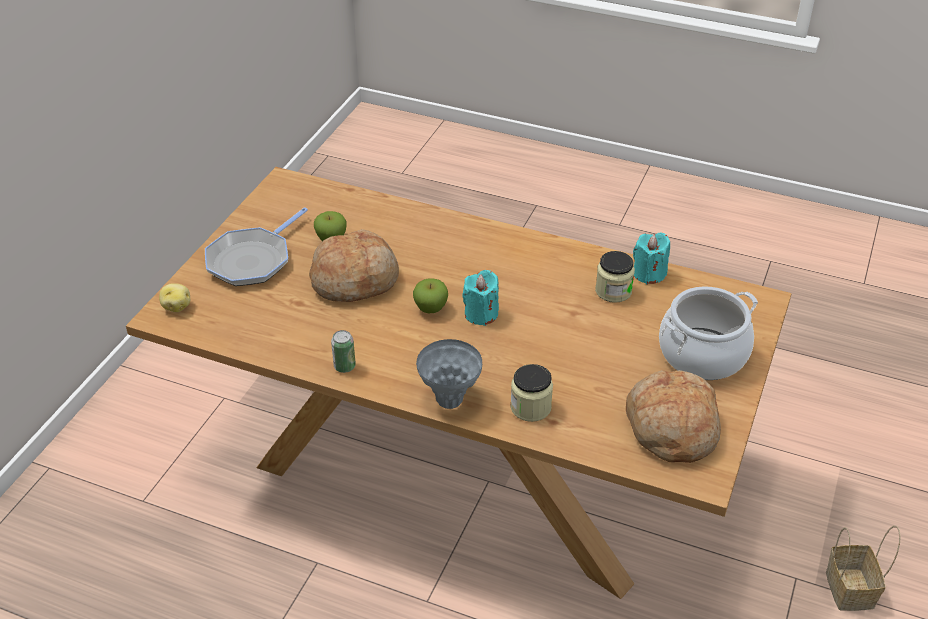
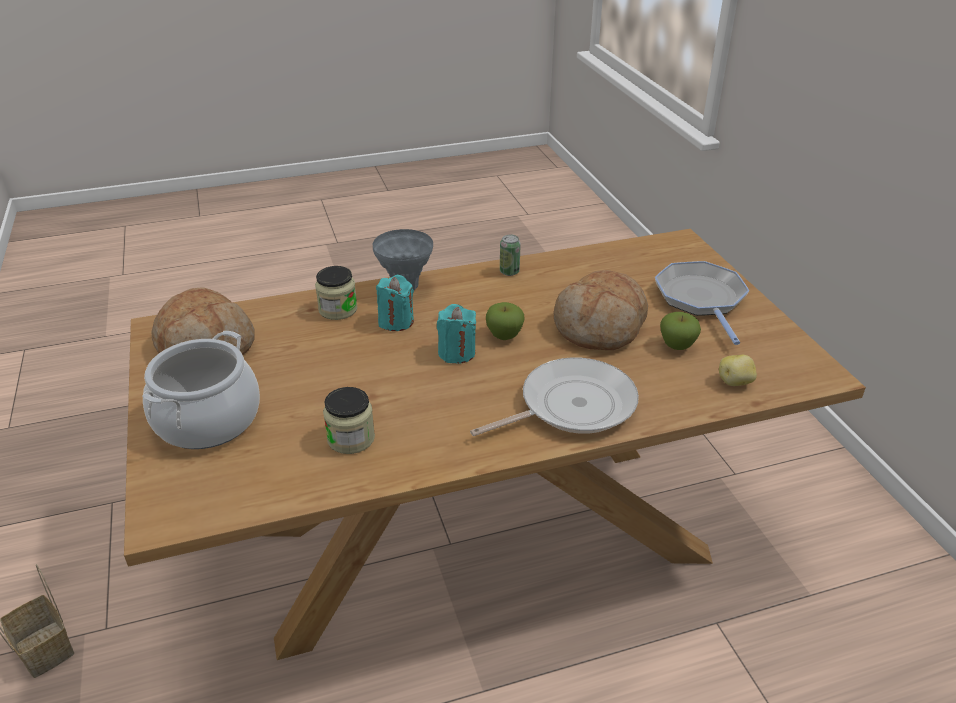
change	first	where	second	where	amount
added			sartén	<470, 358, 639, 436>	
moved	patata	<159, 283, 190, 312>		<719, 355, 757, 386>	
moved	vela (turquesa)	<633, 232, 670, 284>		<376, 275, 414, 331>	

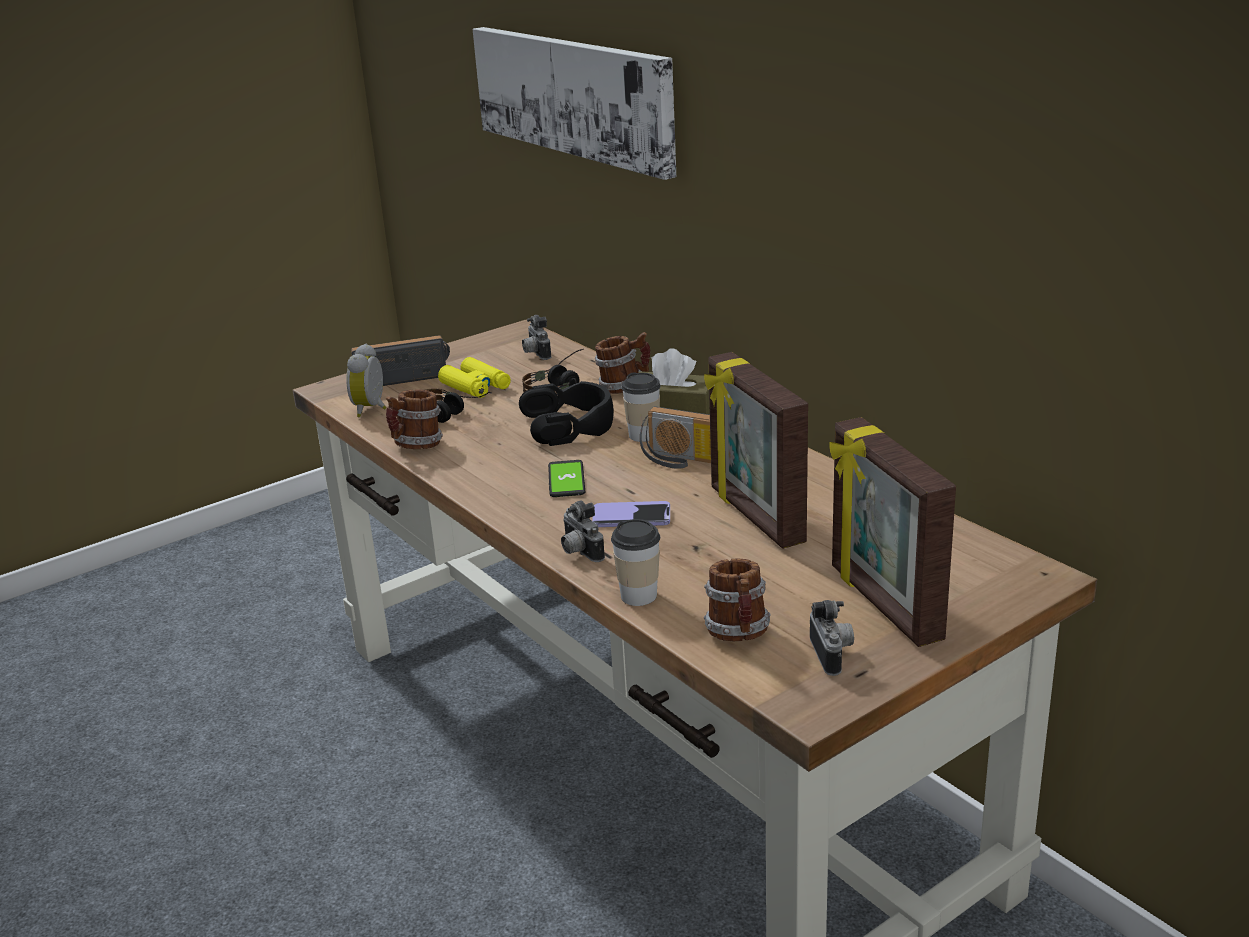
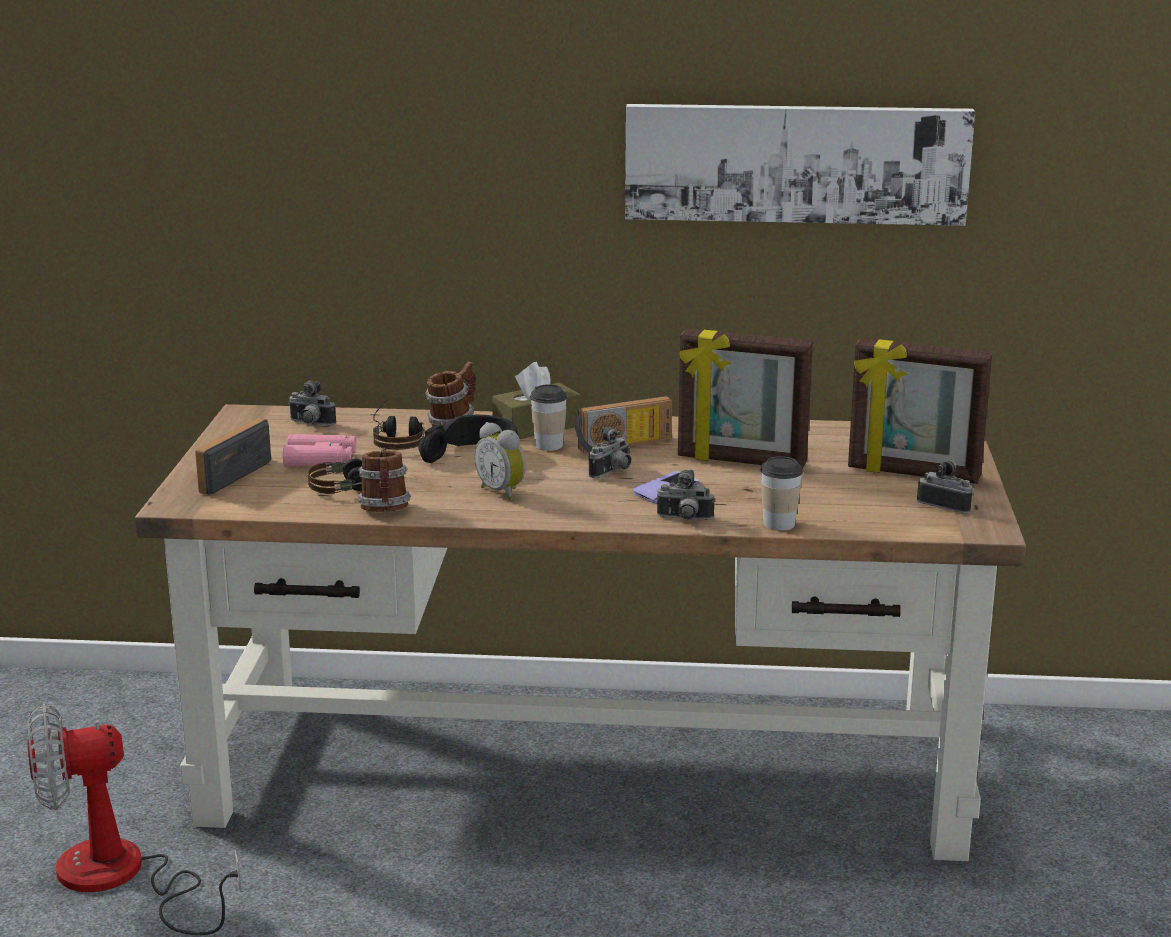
change	first	where	second	where	amount
removed	móvil	<548, 460, 585, 497>			
removed	taza grande	<704, 558, 771, 641>			
added			ventilador	<27, 703, 241, 935>	
added			cámara	<589, 426, 631, 478>	
moved	despertador	<346, 344, 387, 417>		<474, 422, 526, 501>	
moved	cuadro	<473, 27, 676, 180>		<625, 104, 975, 226>	
recoloured	prismáticos (amarillo)	<438, 357, 511, 398>	prismáticos (rosa)	<283, 434, 356, 466>	

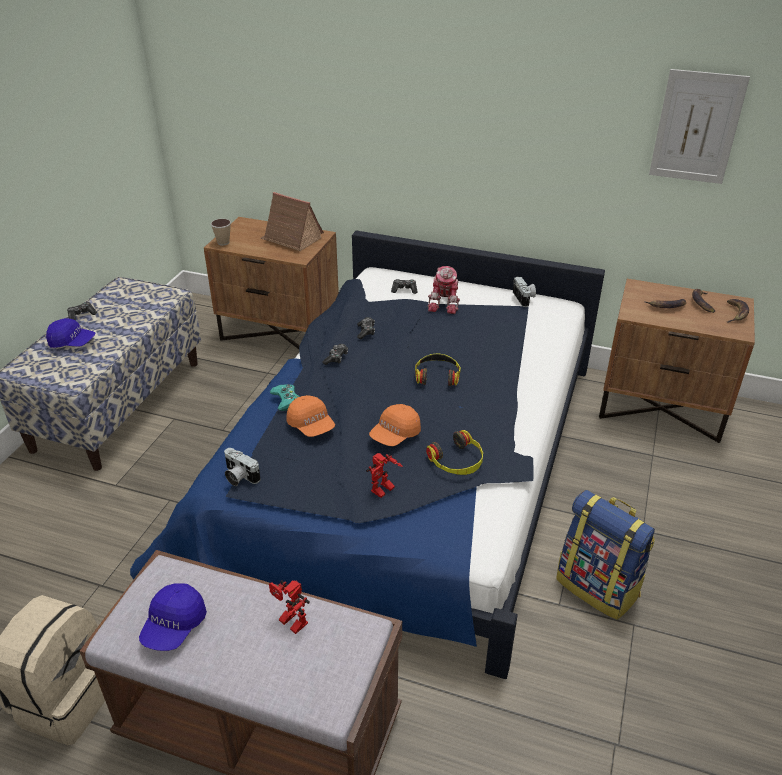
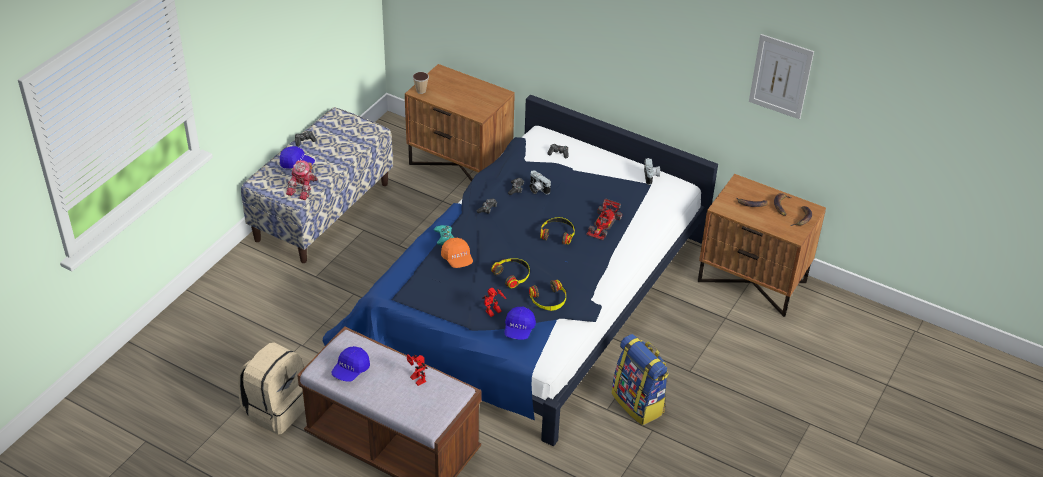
change	first	where	second	where	amount
removed	casita	<260, 192, 324, 251>			
added			gorra (azul)	<505, 307, 536, 340>	
added			coche de juguete	<586, 198, 622, 240>	
moved	cámara	<224, 448, 261, 486>		<530, 170, 551, 194>	
moved	robot de juguete	<427, 266, 460, 314>		<286, 160, 318, 200>	
replaced	gorra (naranja)	<369, 404, 421, 446>	auriculares	<491, 258, 530, 288>	

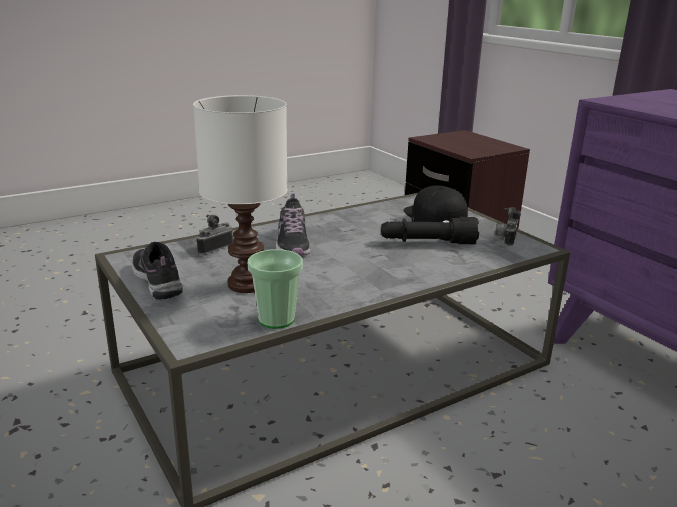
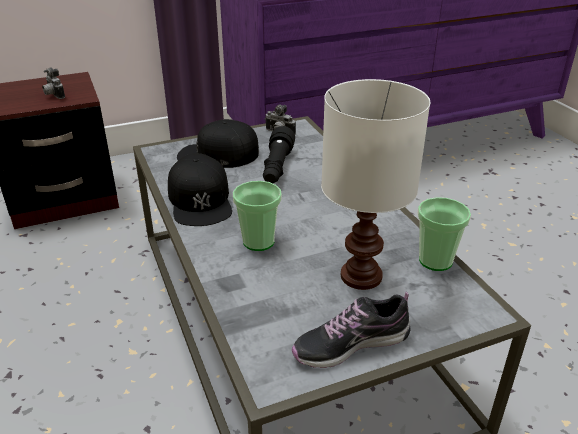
change	first	where	second	where	amount
added			gorra (negro)	<168, 153, 232, 226>	
moved	cámara	<196, 214, 233, 255>		<42, 67, 65, 99>	
replaced	zapato	<276, 194, 310, 256>	taza	<233, 181, 282, 251>	

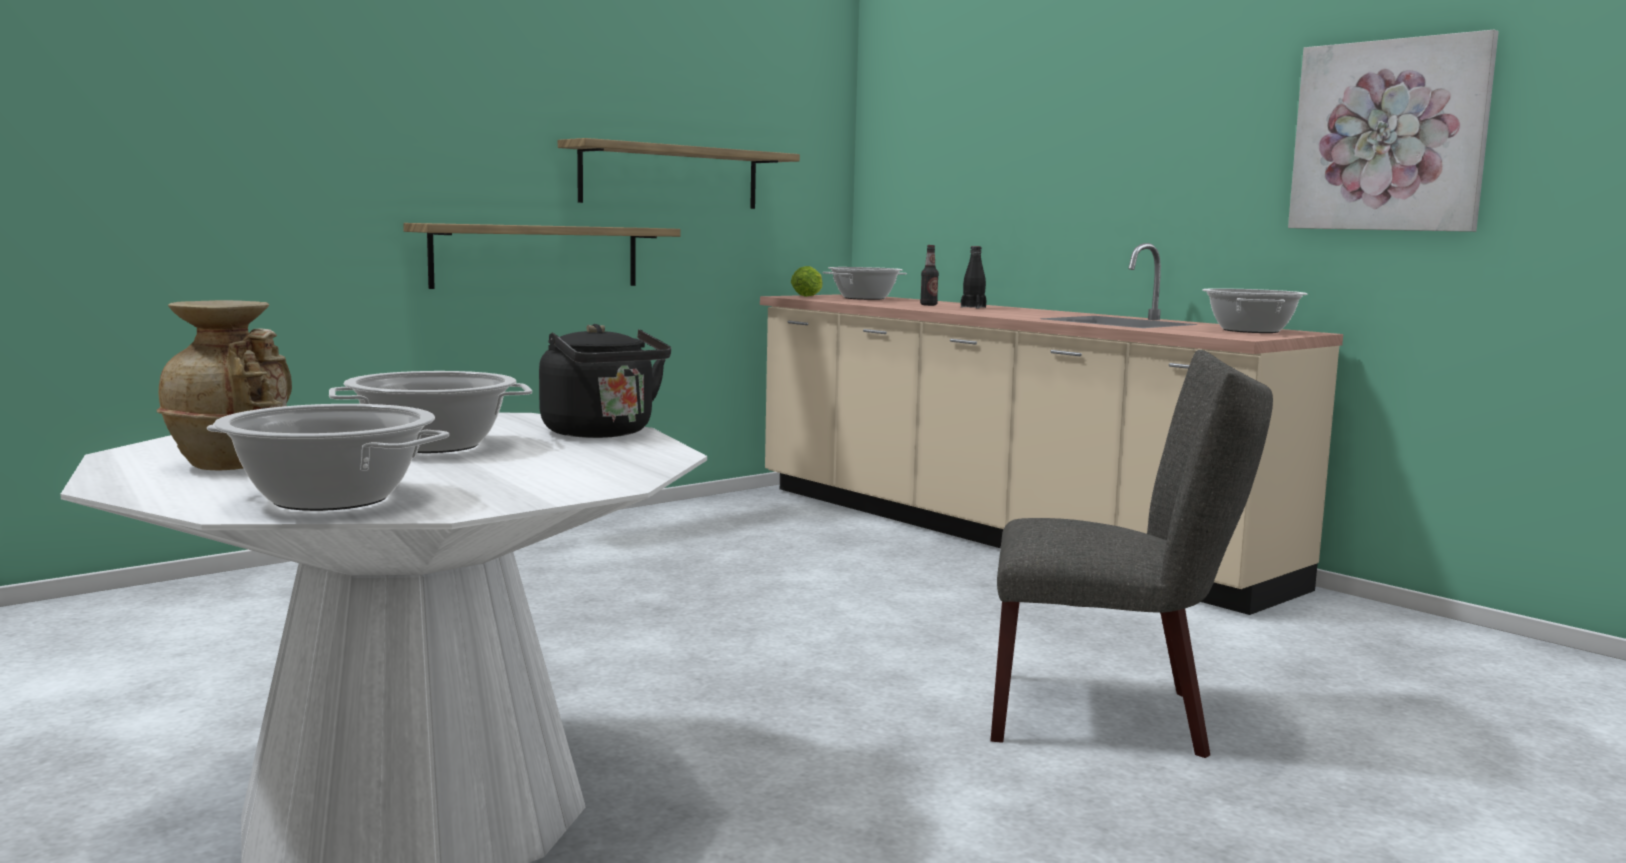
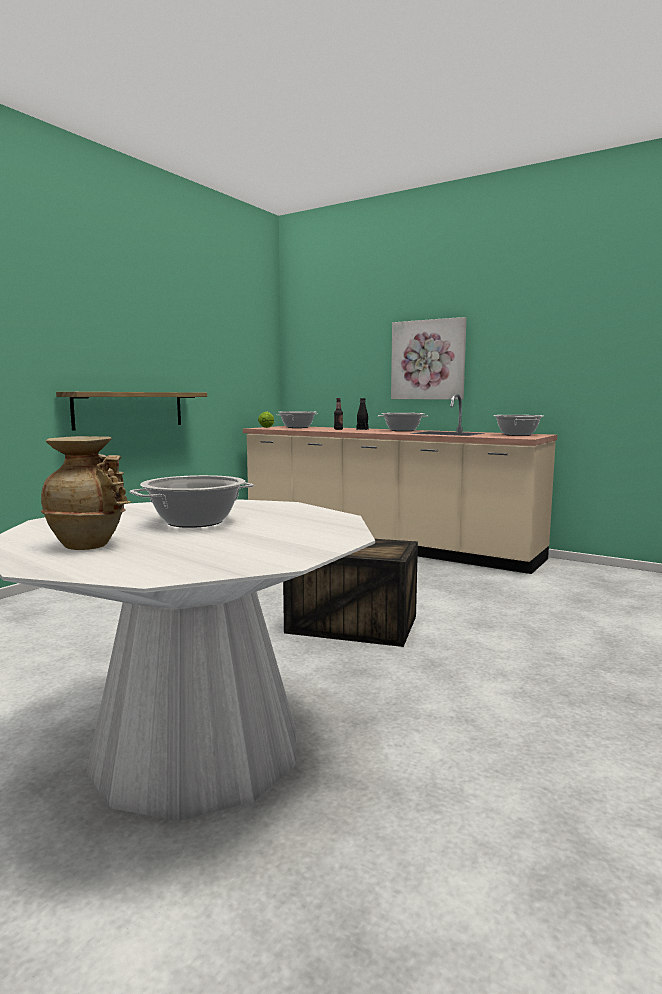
change	first	where	second	where	amount
removed	hervidor (negro)	<539, 324, 671, 438>			
removed	estante	<558, 138, 800, 209>			
removed	silla (gris)	<991, 350, 1273, 758>			
added			caja de embalaje	<283, 539, 418, 647>	
moved	olla	<207, 404, 449, 511>		<378, 413, 429, 431>	
moved	cuadro	<1288, 30, 1499, 232>		<391, 317, 467, 399>	

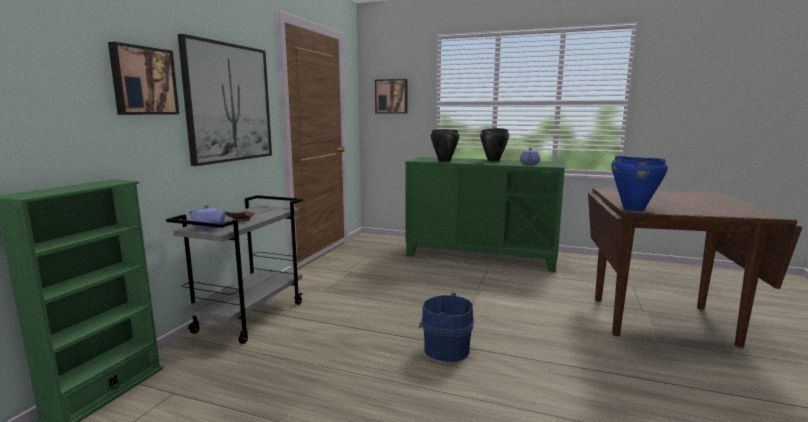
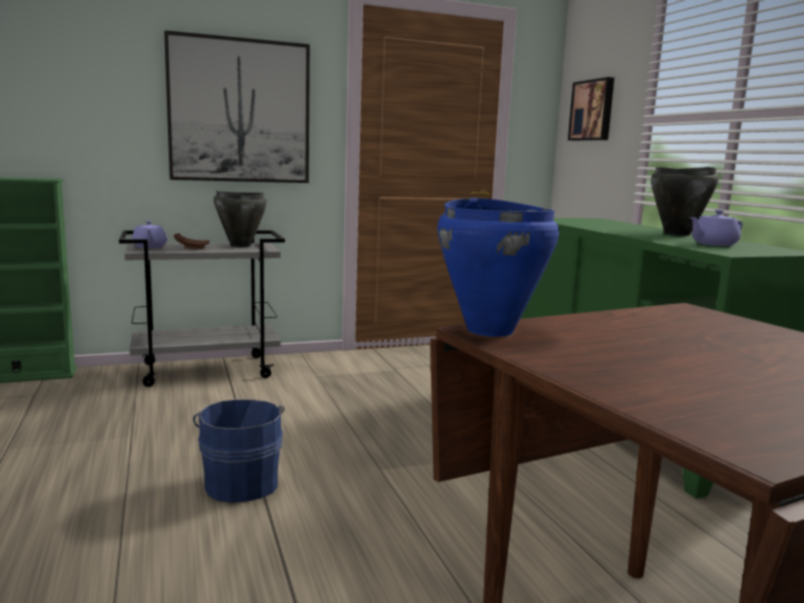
change	first	where	second	where	amount
removed	cuadro	<108, 42, 179, 115>			
moved	olla (negro)	<431, 129, 460, 162>		<214, 191, 267, 247>	

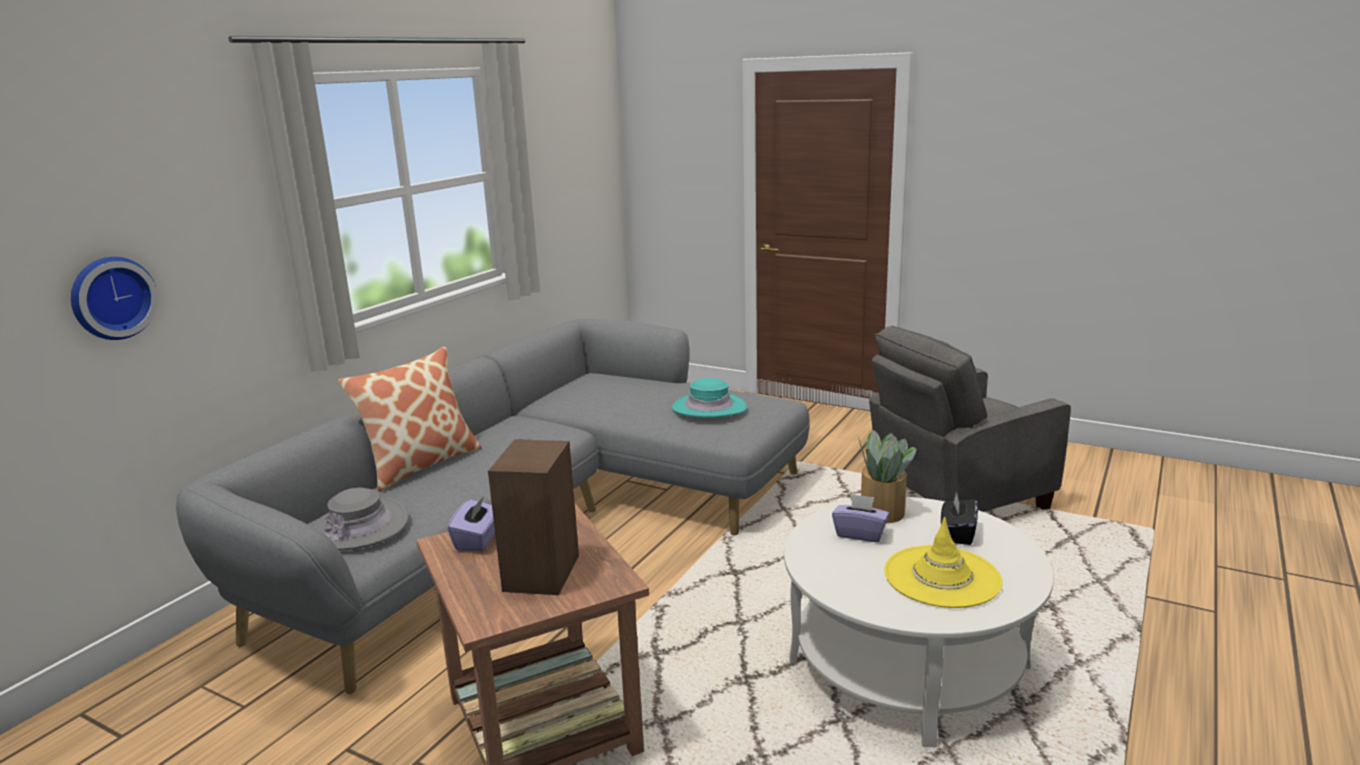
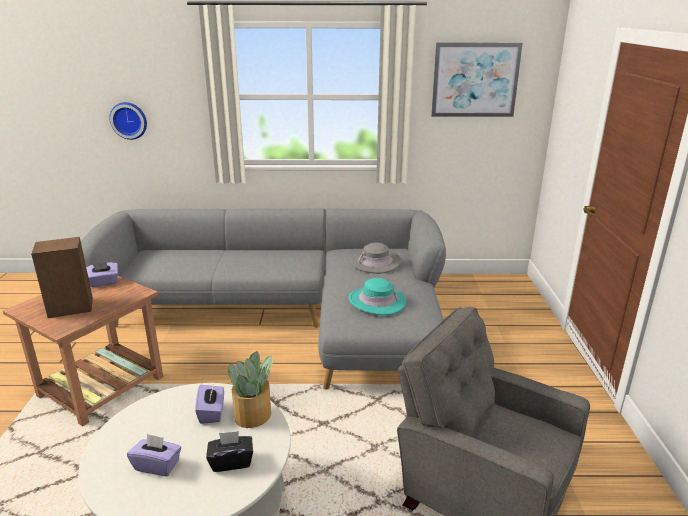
change	first	where	second	where	amount
removed	cojín	<338, 346, 482, 492>			
added			cuadro	<431, 43, 523, 117>	
moved	sombrero (gris)	<311, 487, 409, 550>		<351, 242, 401, 274>	
replaced	sombrero (amarillo)	<884, 517, 1002, 608>	caja de pañuelos (morado)	<127, 434, 181, 476>	

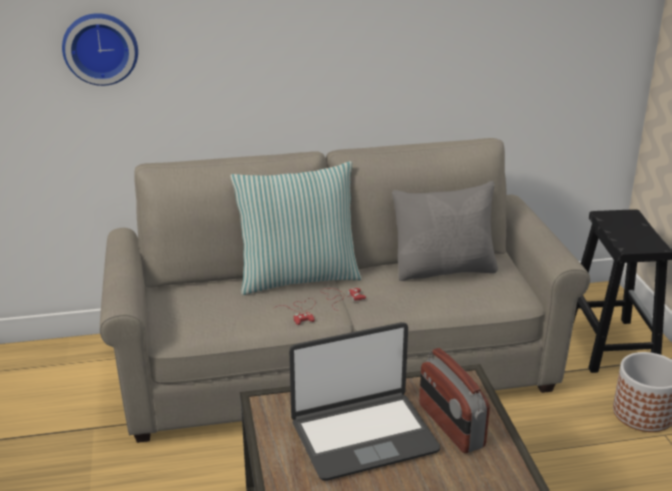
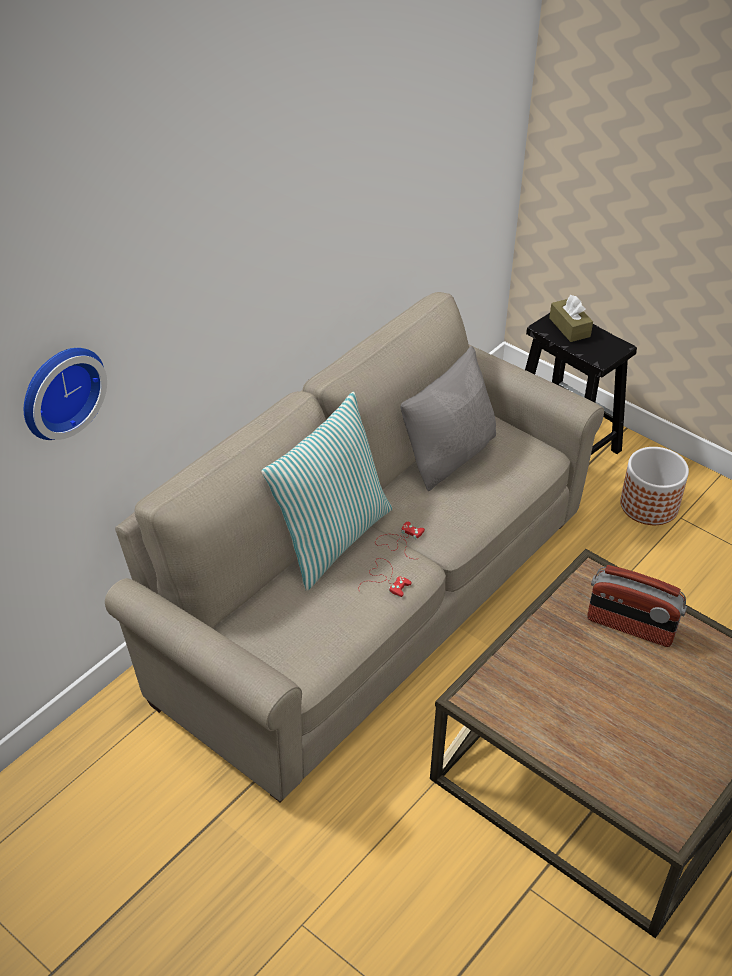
change	first	where	second	where	amount
removed	portátil	<289, 322, 440, 481>			
added			caja de pañuelos (marrón)	<549, 295, 593, 342>	

